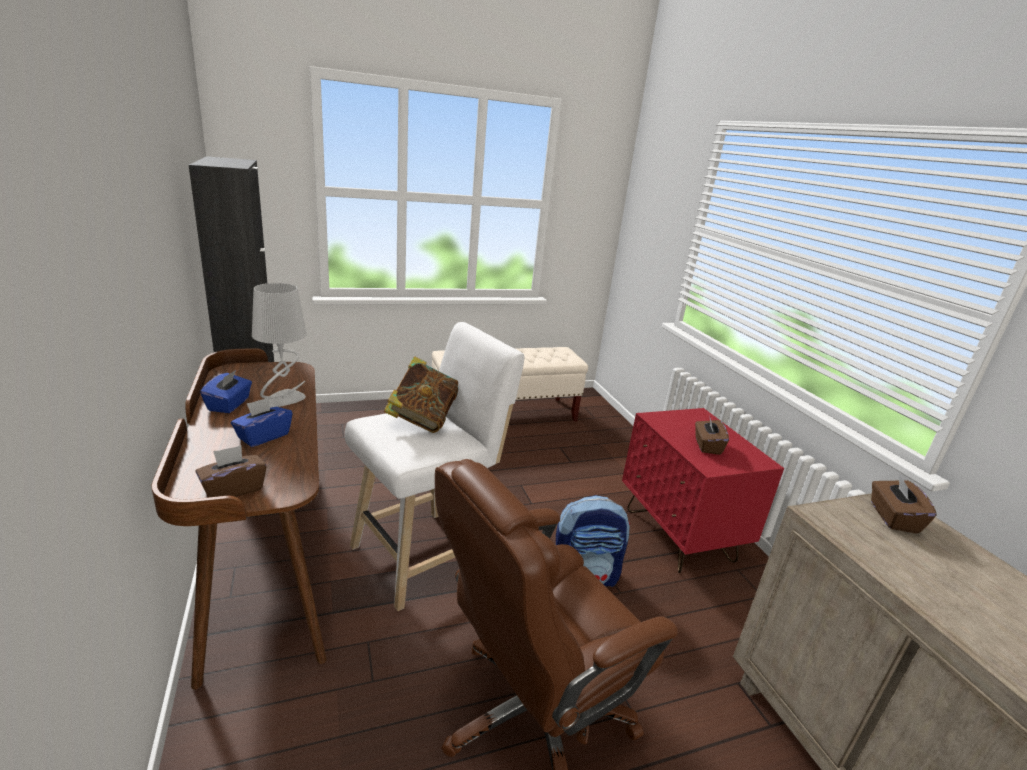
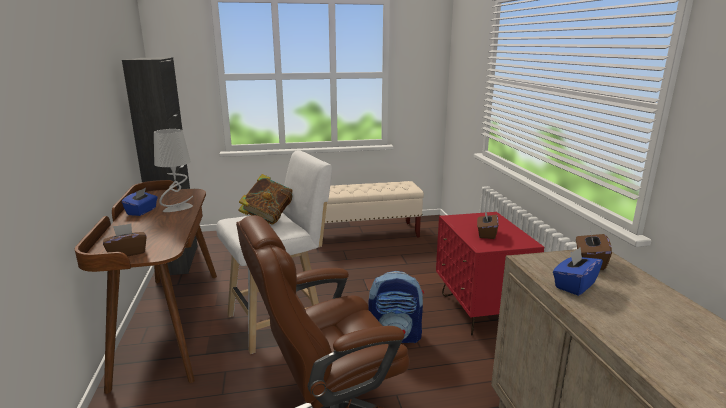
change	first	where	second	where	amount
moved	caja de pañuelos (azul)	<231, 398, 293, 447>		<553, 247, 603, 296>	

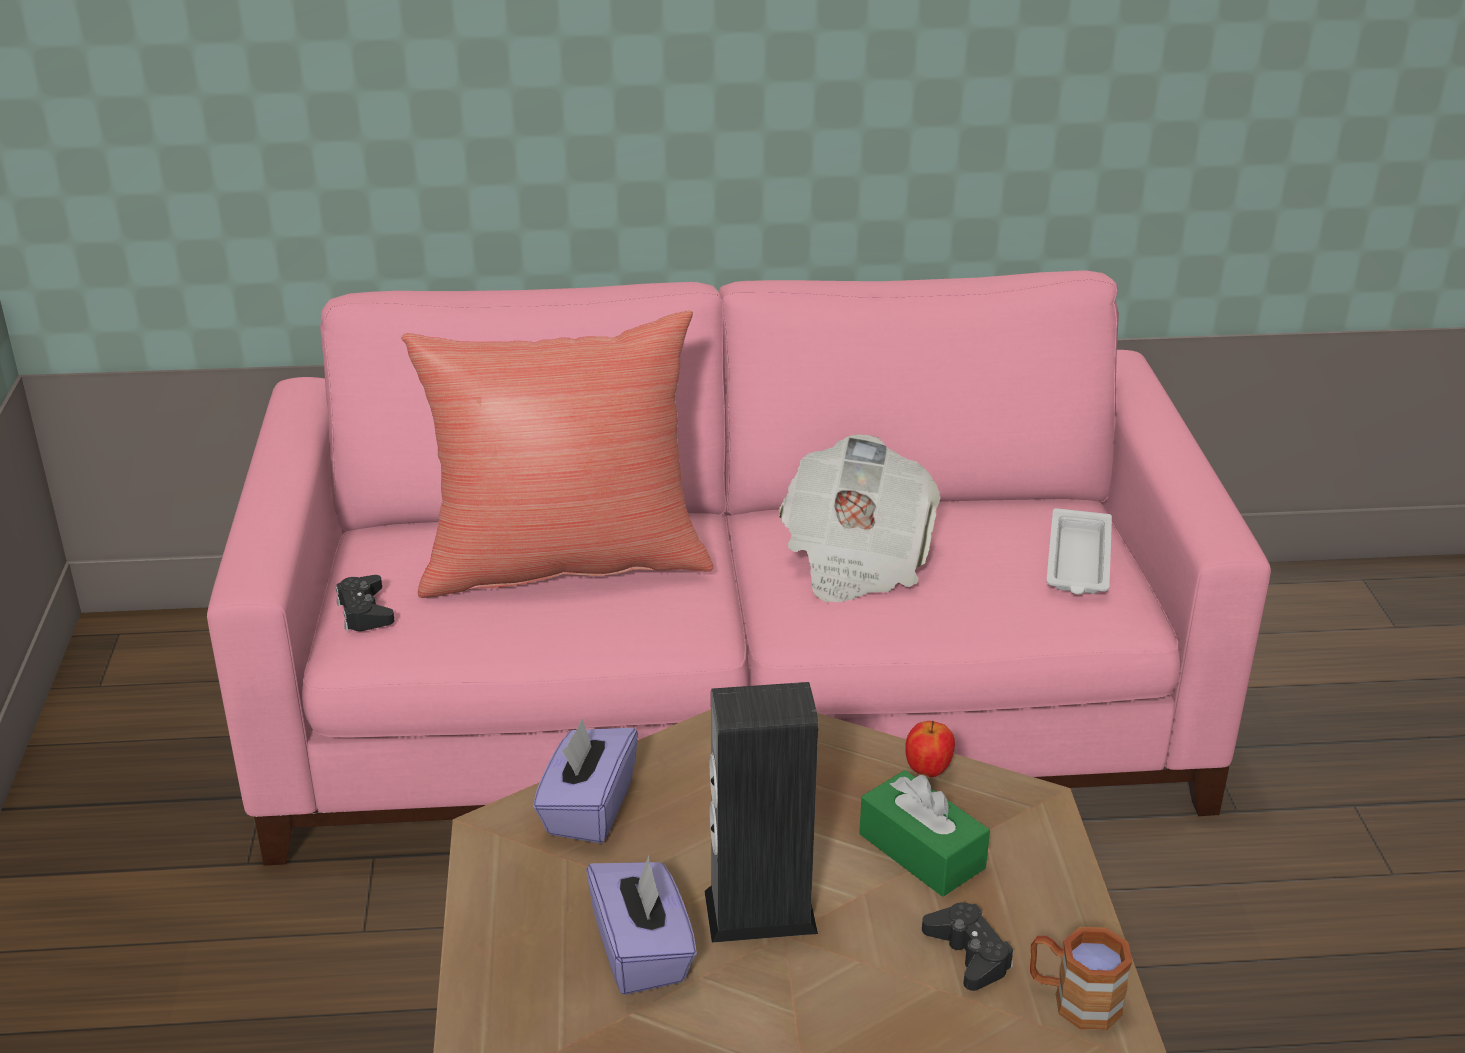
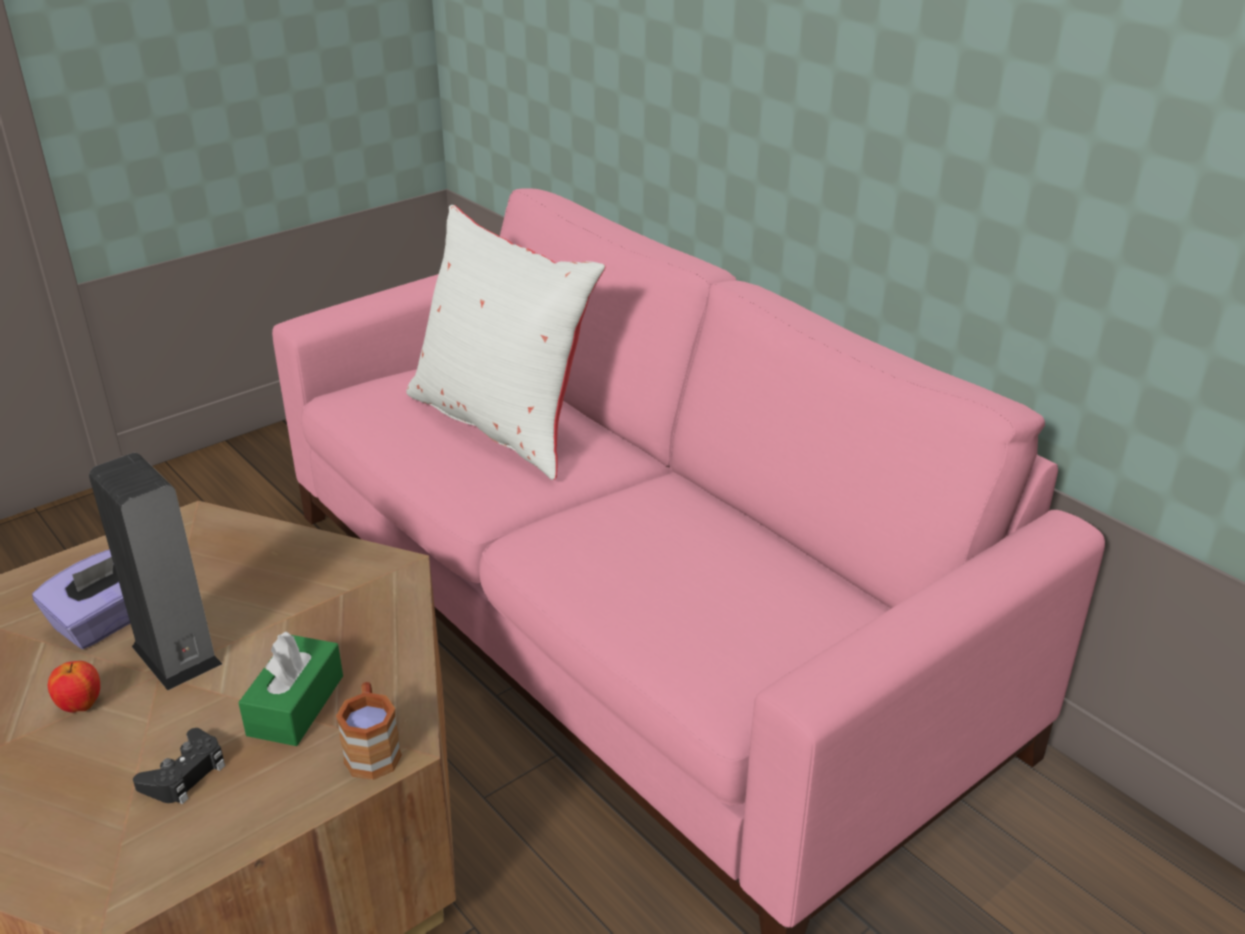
change	first	where	second	where	amount
removed	mando de consola (negro)	<336, 575, 394, 631>			
removed	caja de pañuelos (morado)	<533, 719, 638, 844>			
removed	periódico	<779, 434, 941, 602>			
removed	bandeja (blanco)	<1047, 508, 1112, 594>			
moved	manzana	<905, 721, 955, 777>		<48, 661, 100, 713>	
moved	taza grande (marrón)	<1030, 927, 1132, 1030>		<336, 682, 402, 780>	
recoloured	cojín (rojo)	<401, 310, 713, 598>	cojín (blanco)	<406, 205, 605, 480>	

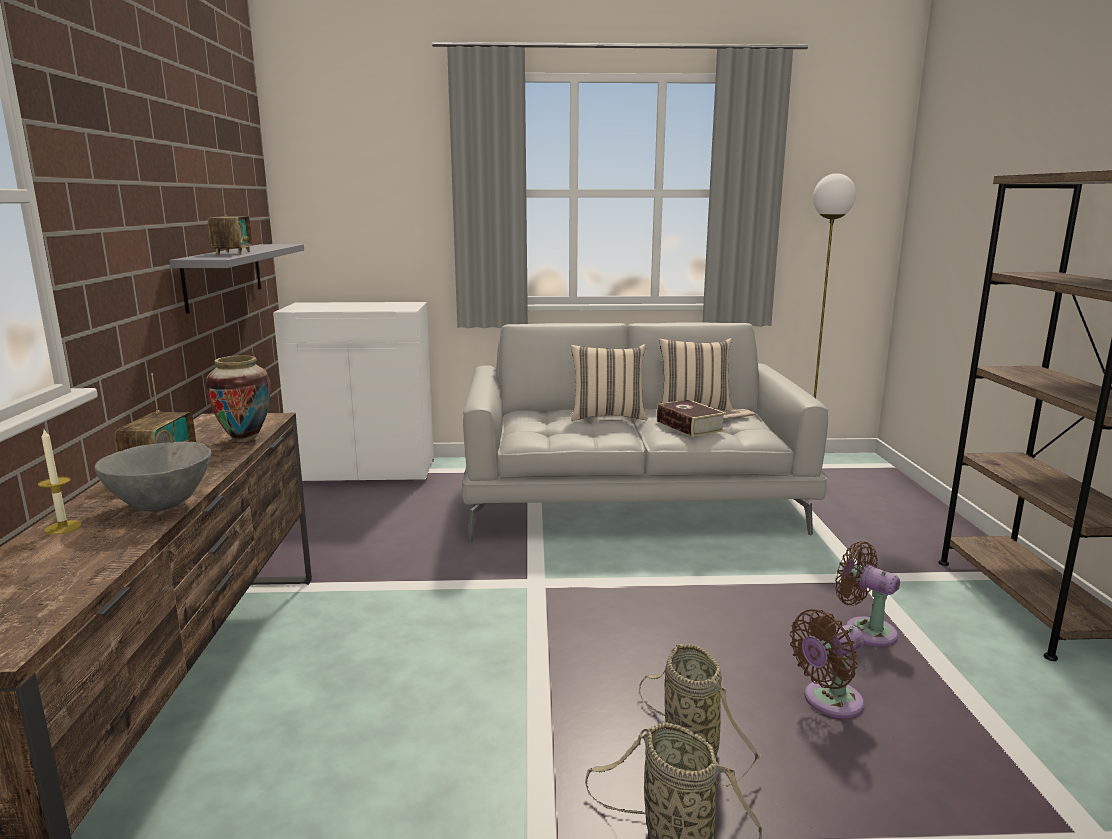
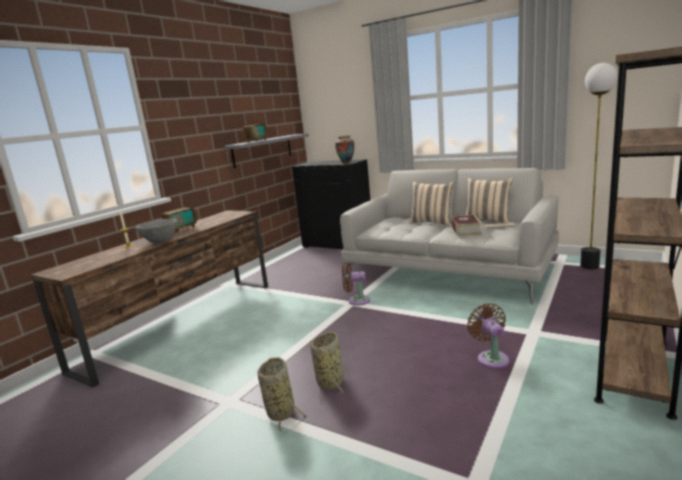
change	first	where	second	where	amount
moved	florero	<206, 355, 271, 442>		<335, 136, 354, 164>	
moved	ventilador (marrón)	<790, 609, 864, 718>		<342, 263, 370, 306>	
recoloured	armario (blanco)	<273, 302, 434, 483>	armario (negro)	<292, 159, 370, 249>	

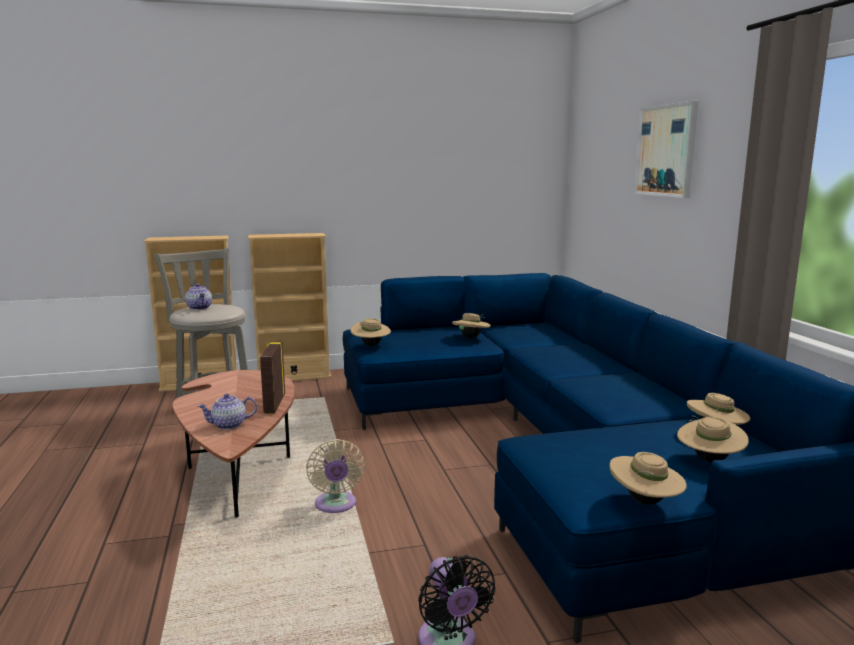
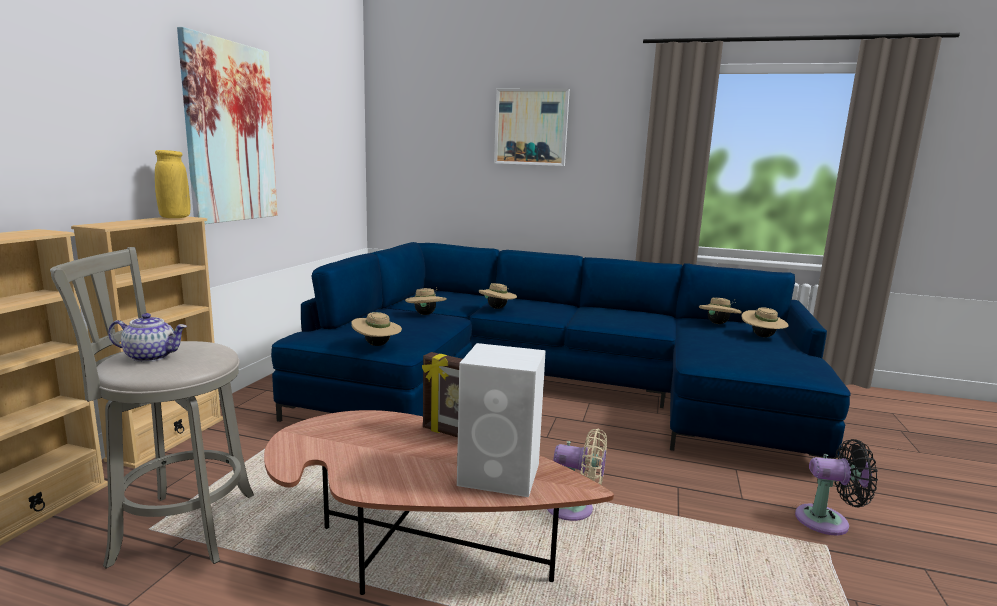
change	first	where	second	where	amount
added			florero (amarillo)	<155, 150, 190, 218>	
added			cuadro	<177, 27, 277, 224>	
moved	sombrero (beis)	<609, 452, 687, 505>		<479, 283, 517, 309>	
replaced	tetera	<198, 394, 257, 430>	altavoz (blanco)	<457, 343, 546, 497>	

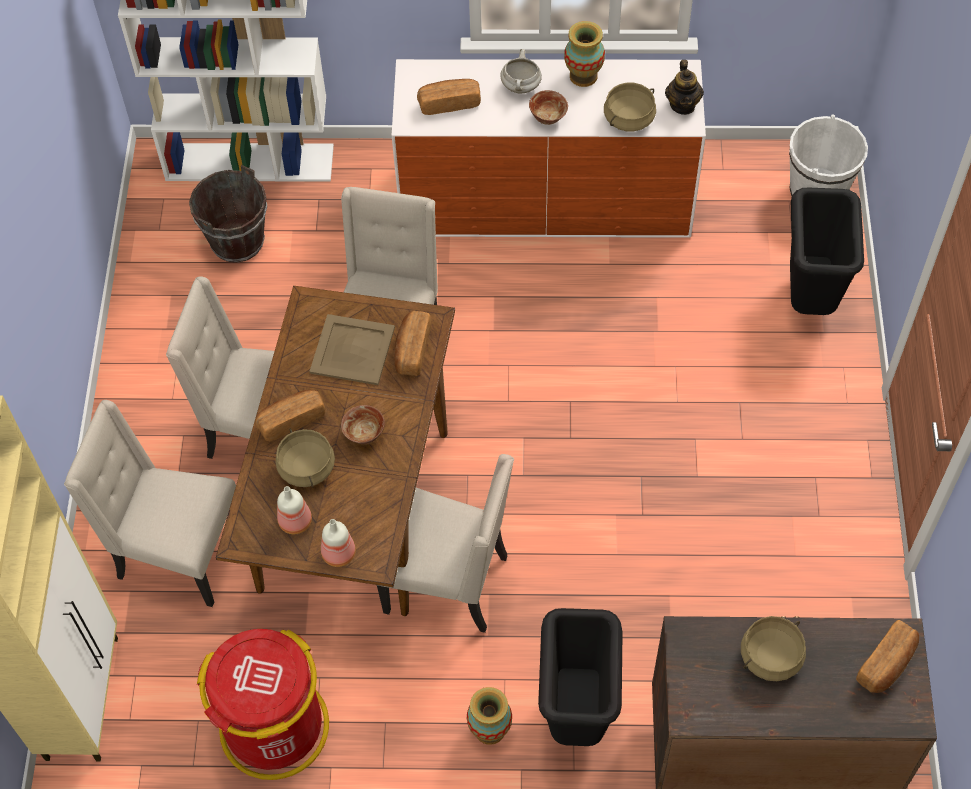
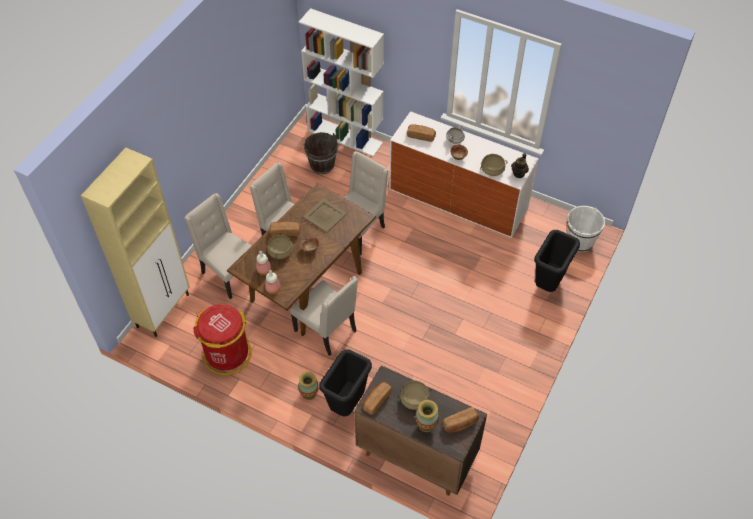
change	first	where	second	where	amount
moved	pan	<394, 310, 431, 376>		<362, 382, 392, 415>	
moved	florero	<564, 21, 605, 87>		<415, 400, 439, 432>	

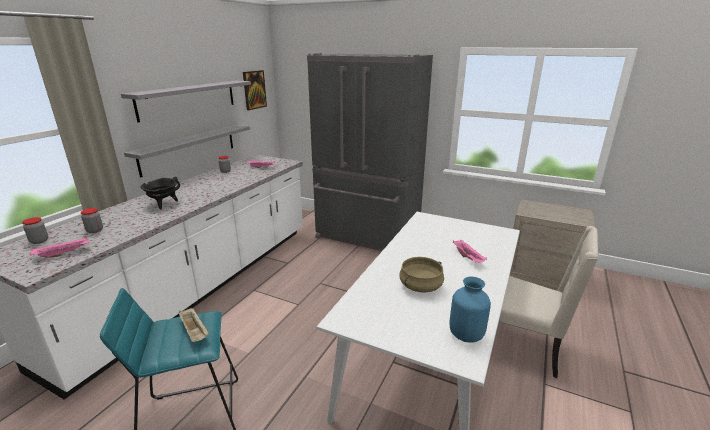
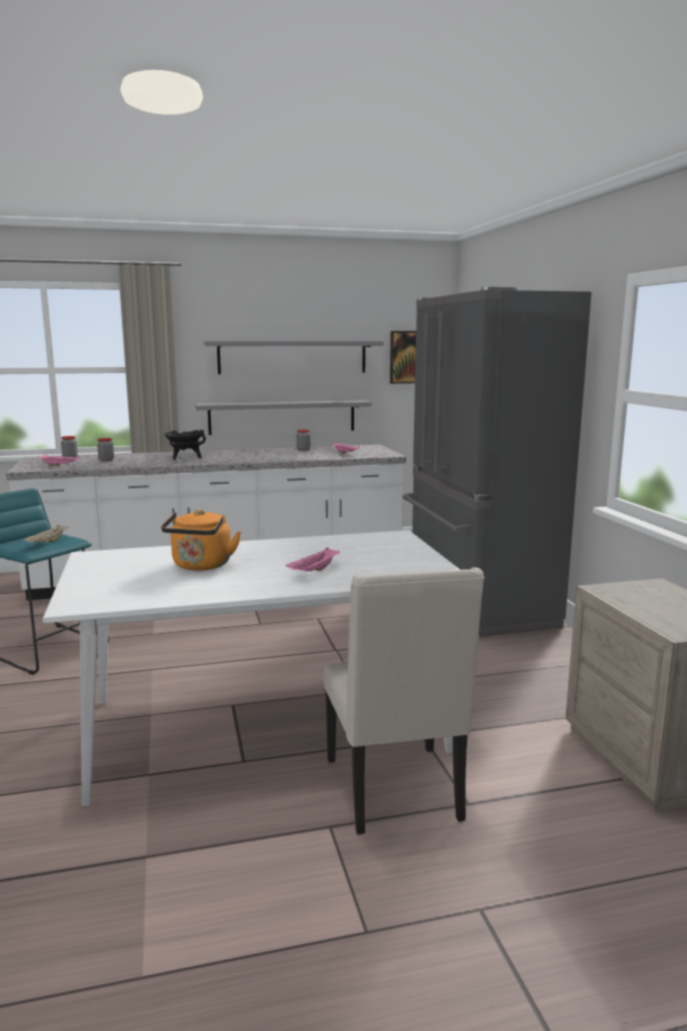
change	first	where	second	where	amount
removed	florero (azul)	<449, 276, 491, 343>			
replaced	olla (beis)	<399, 257, 444, 293>	hervidor (naranja)	<161, 510, 241, 571>	

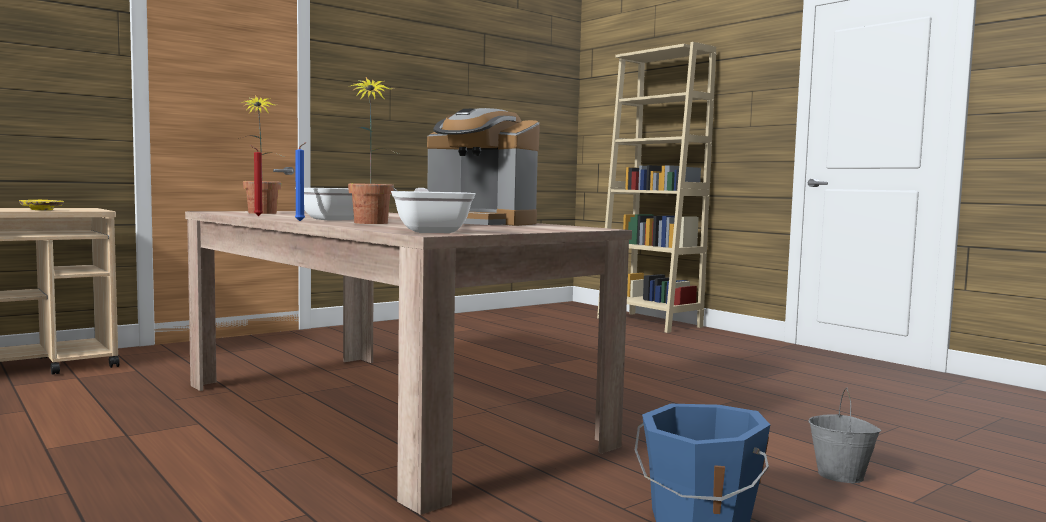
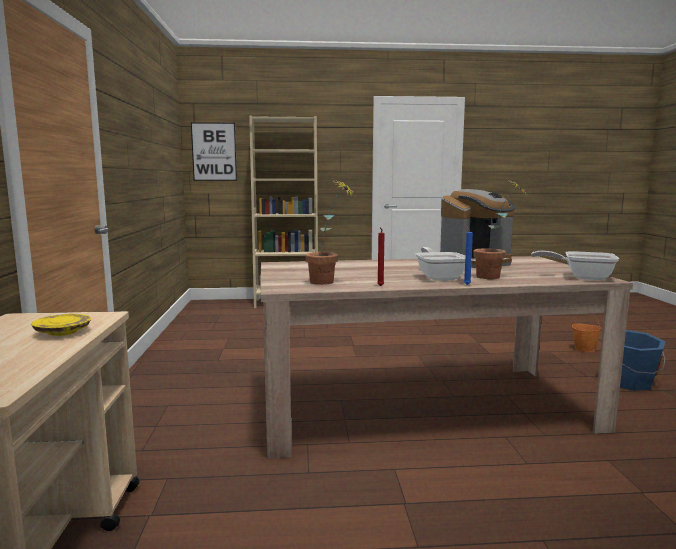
change	first	where	second	where	amount
added			cuadro	<191, 122, 237, 181>	
recoloured	cubo (gris)	<809, 387, 882, 483>	cubo (naranja)	<572, 313, 602, 352>	

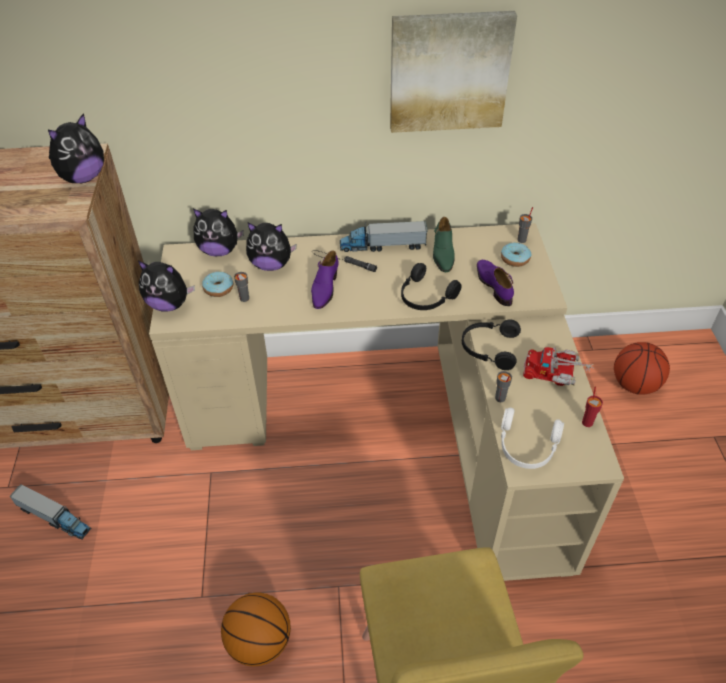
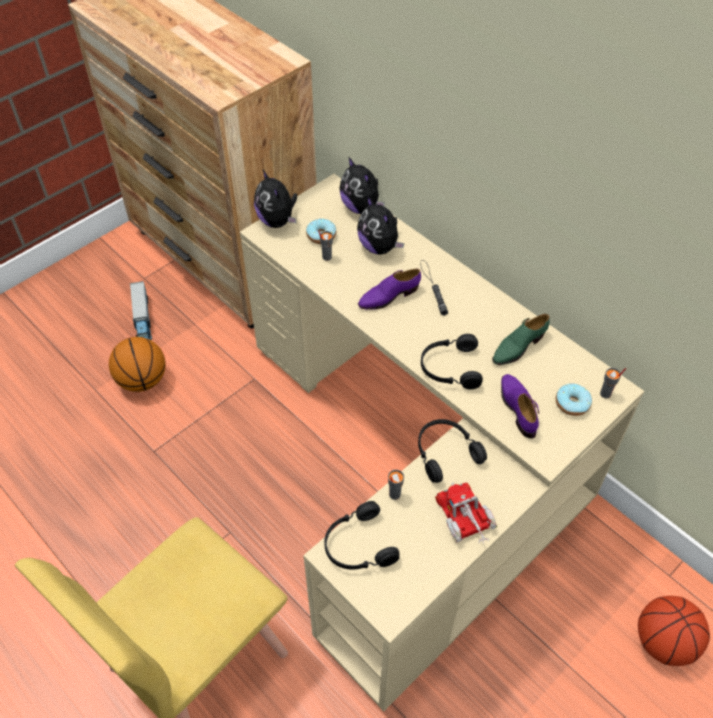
change	first	where	second	where	amount
removed	peluche	<48, 113, 104, 183>			
removed	camión de juguete	<340, 221, 428, 252>			
removed	cuadro	<390, 11, 517, 133>			
removed	taza (rojo)	<582, 386, 603, 427>			
moved	balón de baloncesto	<221, 593, 291, 667>		<109, 337, 166, 392>	
recoloured	auriculares (blanco)	<501, 408, 564, 469>	auriculares (negro)	<324, 501, 400, 569>	
turned	zapato (morado)	<477, 260, 514, 306>		<501, 374, 539, 438>	45 degrees counterclockwise

